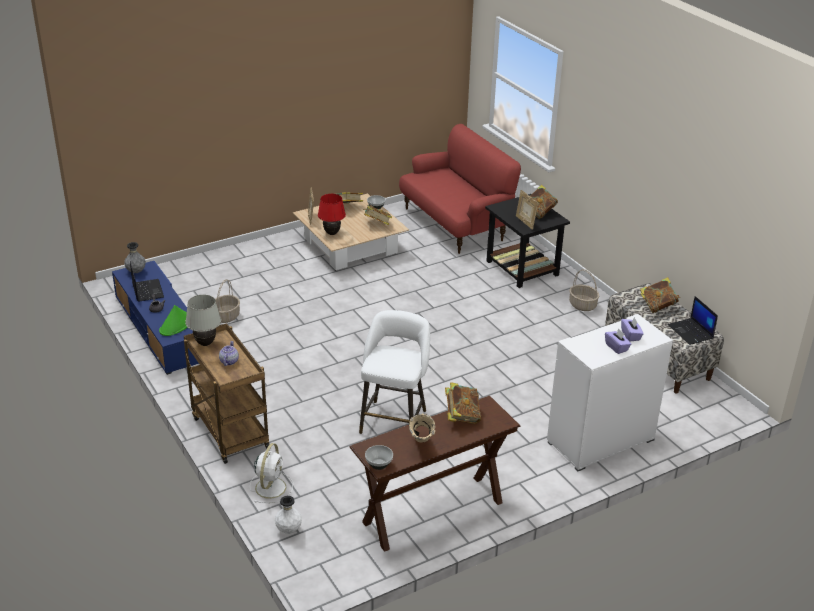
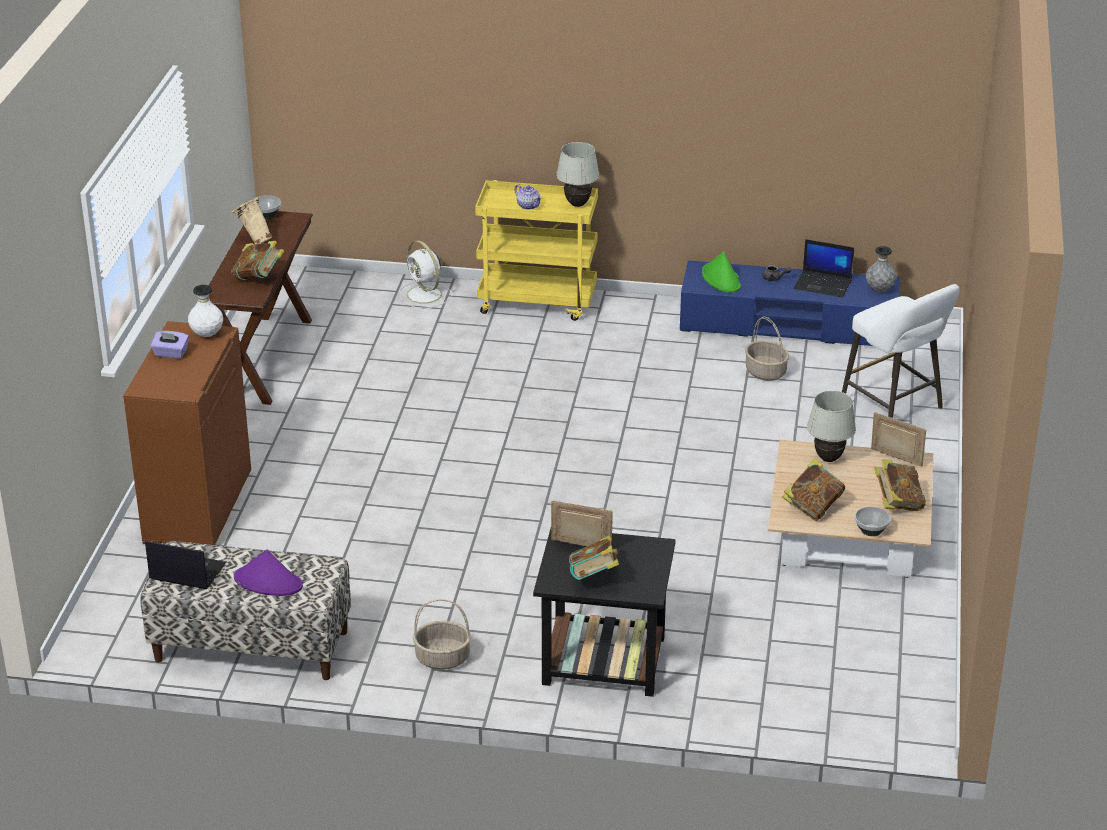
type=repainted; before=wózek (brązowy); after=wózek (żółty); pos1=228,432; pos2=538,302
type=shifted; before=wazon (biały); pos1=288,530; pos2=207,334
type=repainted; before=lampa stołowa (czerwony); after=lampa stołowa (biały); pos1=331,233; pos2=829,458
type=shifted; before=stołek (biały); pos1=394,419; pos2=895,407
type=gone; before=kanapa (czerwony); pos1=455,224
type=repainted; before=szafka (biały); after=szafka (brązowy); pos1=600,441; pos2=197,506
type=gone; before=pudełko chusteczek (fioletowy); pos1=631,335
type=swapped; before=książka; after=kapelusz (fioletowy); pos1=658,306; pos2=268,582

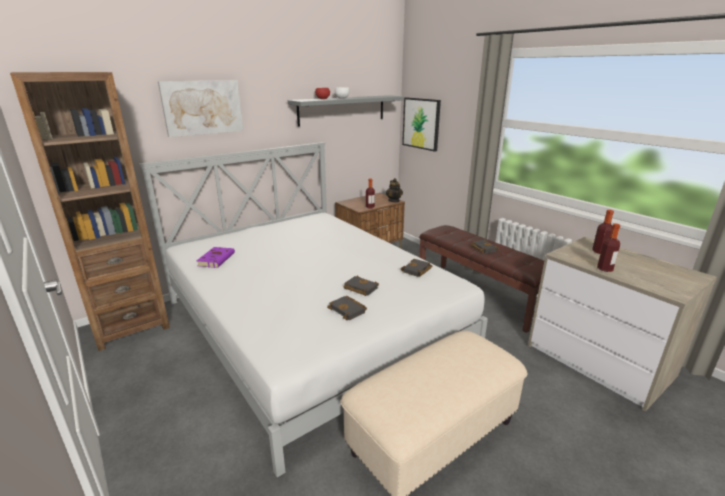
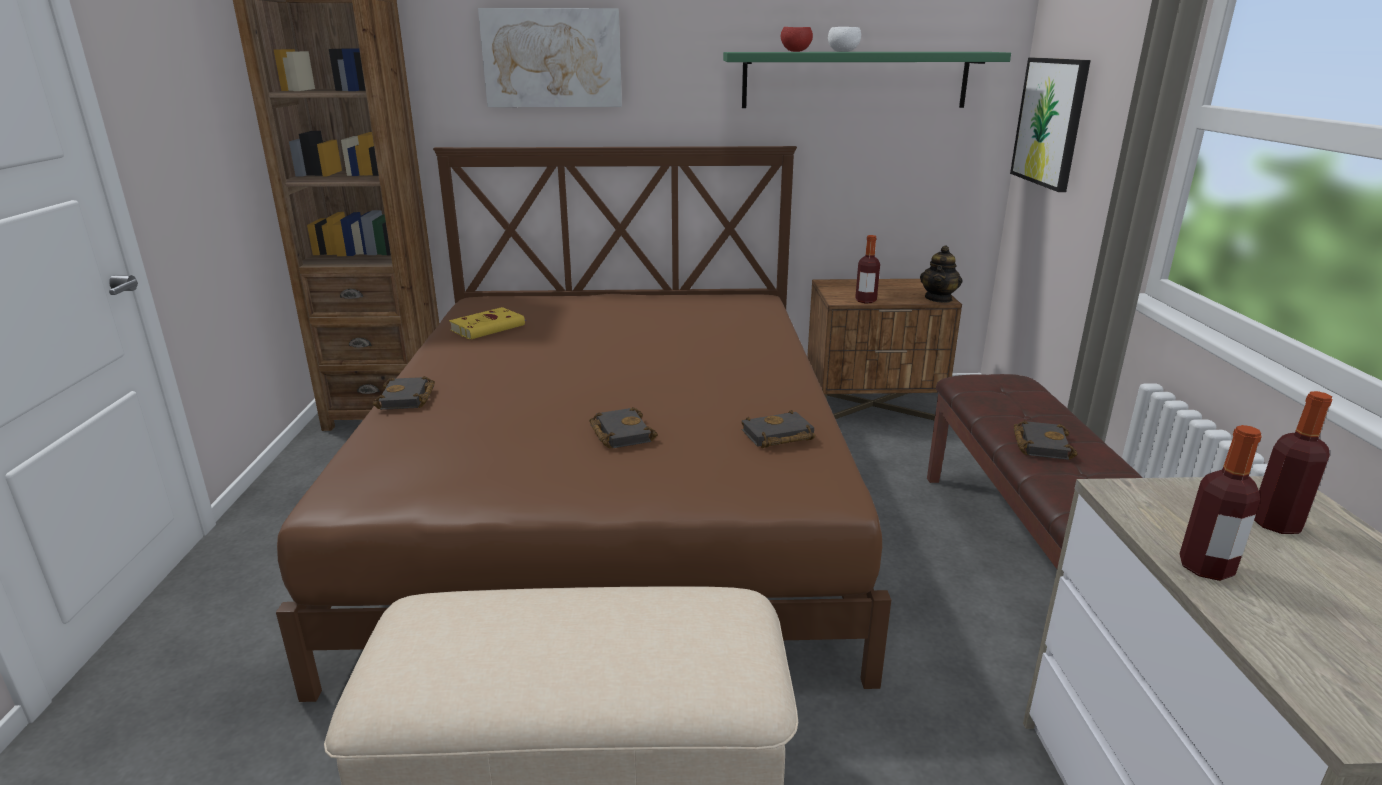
type=repainted; before=łóżko (biały); after=łóżko (brązowy); pos1=310,326; pos2=612,499
type=repainted; before=książka (fioletowy); after=książka (żółty); pos1=216,259; pos2=489,327
type=repainted; before=półka (szary); after=półka (zielony); pos1=342,110; pos2=855,80
type=shifted; before=książka (czarny); pos1=348,310; pos2=407,399

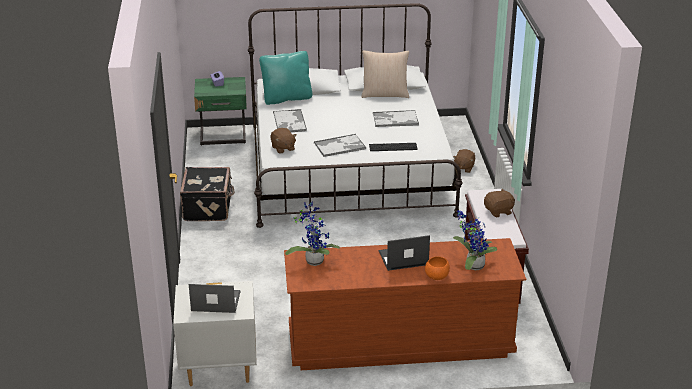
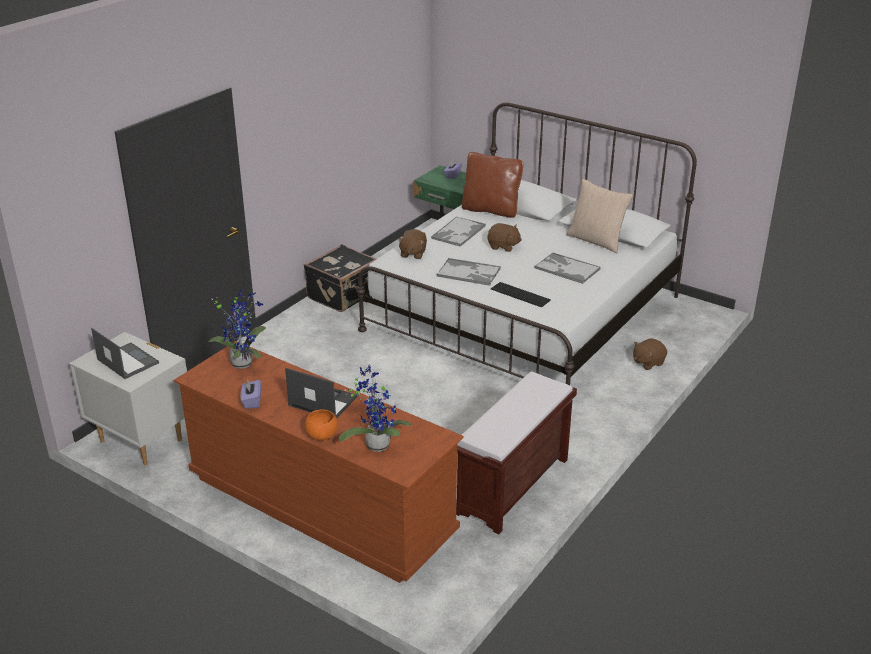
type=repainted; before=poduszka (turkusowy); after=poduszka (brązowy); pos1=286,98; pos2=491,210
type=shifted; before=pluszak (brązowy); pos1=498,211; pos2=503,246
type=new; after=pudełko chusteczek (fioletowy); pos2=252,401

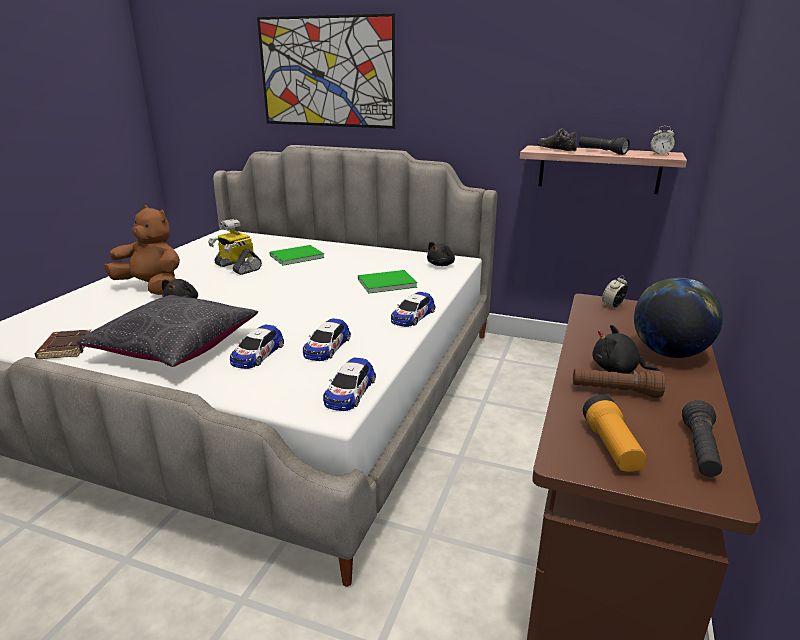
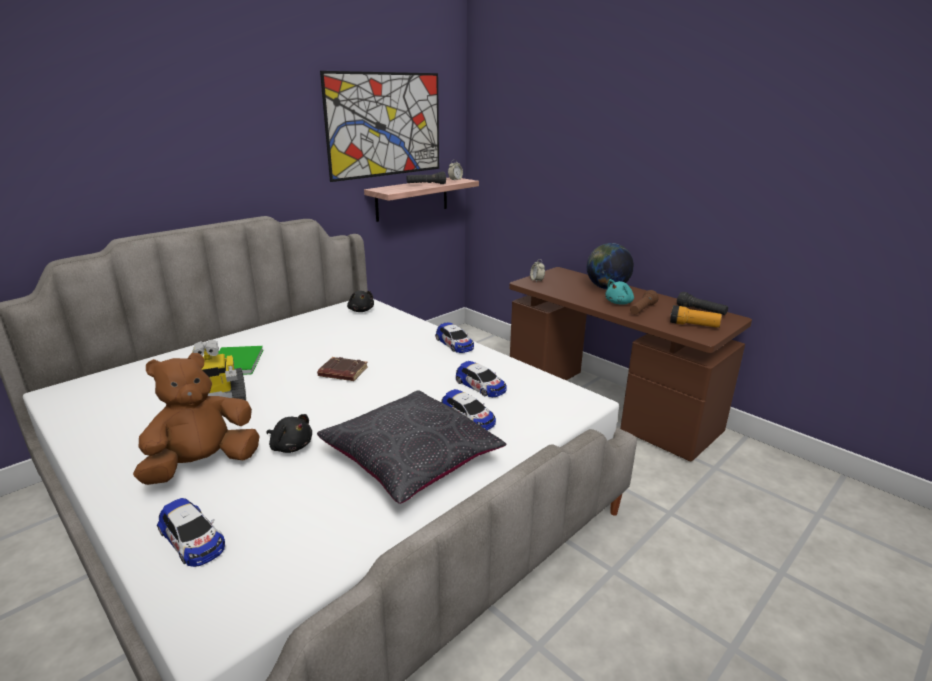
type=shifted; before=książka (brązowy); pos1=65,348; pos2=342,373
type=shifted; before=obraz; pos1=326,72; pos2=385,125
type=shifted; before=samochodzik; pos1=349,392; pos2=192,539
type=gone; before=książka (zielony); pos1=385,283
type=gone; before=but; pos1=556,149
type=repainted; before=pluszak (czarny); after=pluszak (turkusowy); pos1=618,370; pos2=619,303

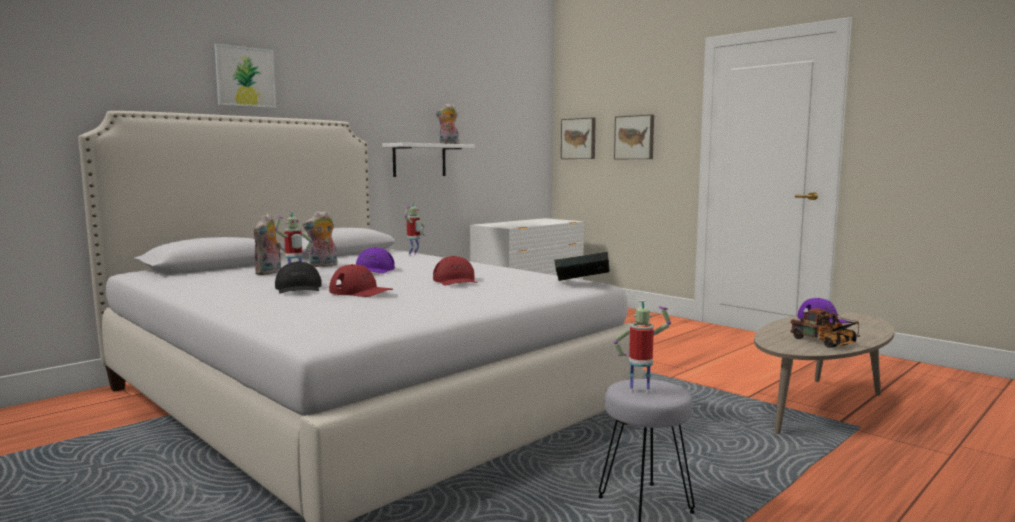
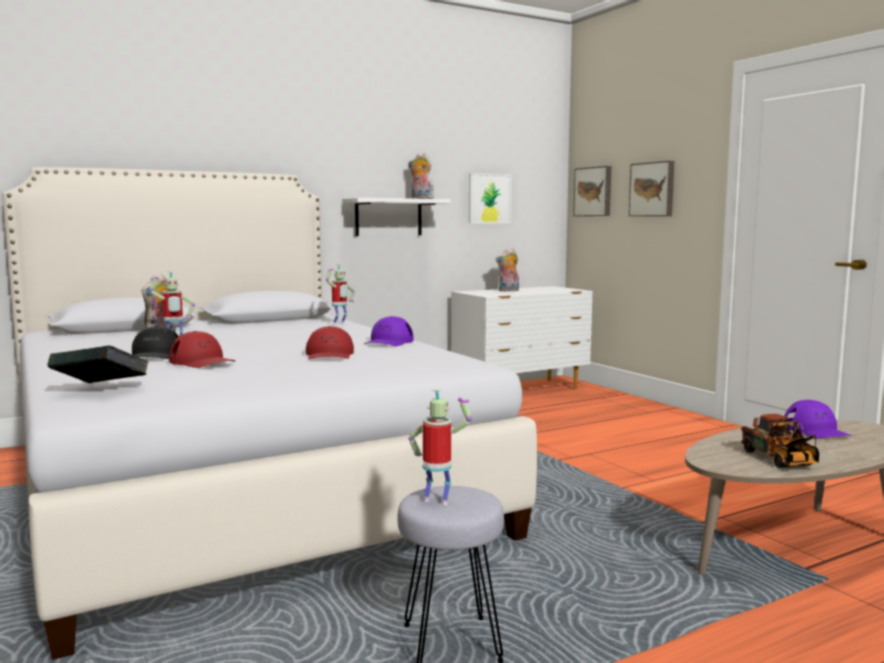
type=shifted; before=obraz; pos1=245,77; pos2=489,198
type=shifted; before=pluszak; pos1=323,266; pos2=508,291
type=shifted; before=czapka z daszkiem (fioletowy); pos1=373,270; pos2=388,342
type=shifted; before=książka; pos1=581,283; pos2=100,389

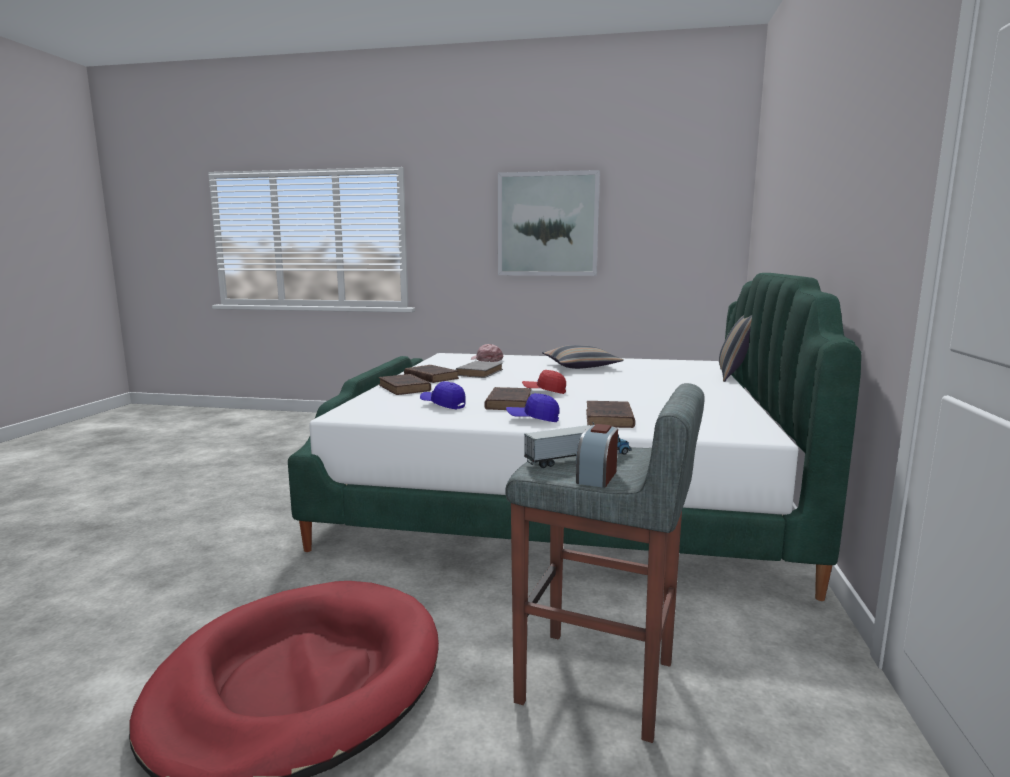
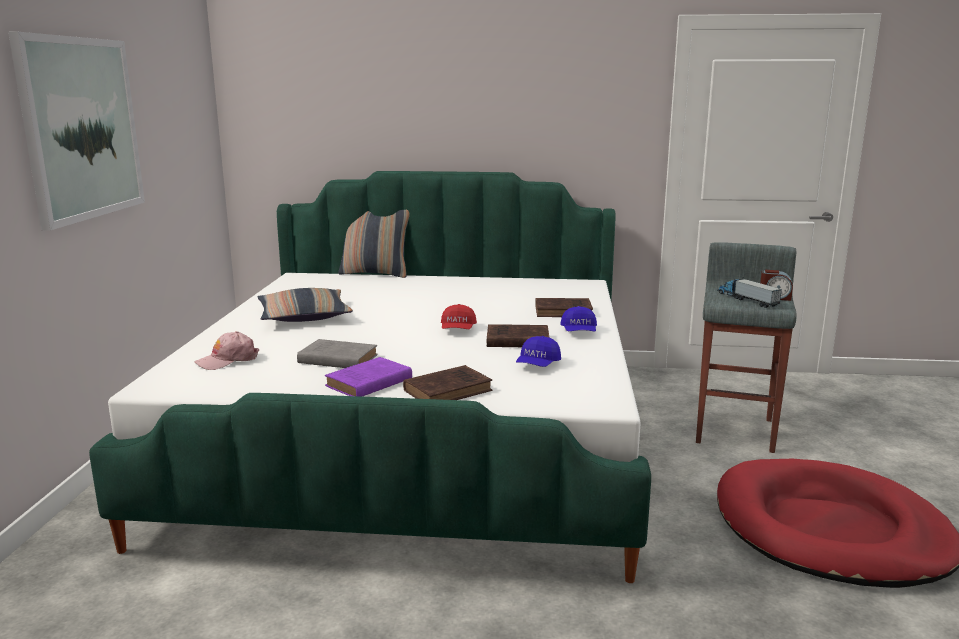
type=repainted; before=książka (brązowy); after=książka (fioletowy); pos1=430,377; pos2=367,383

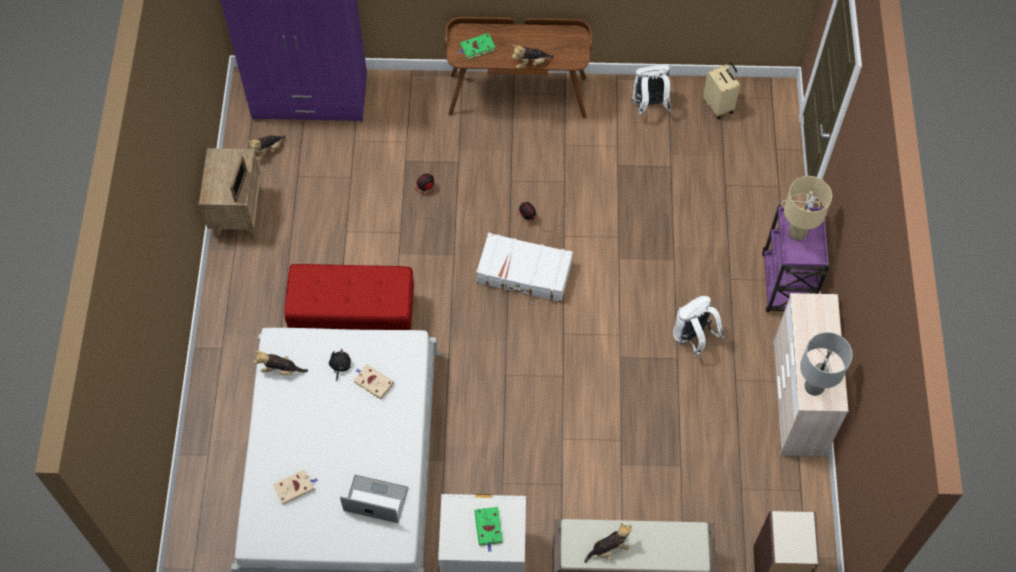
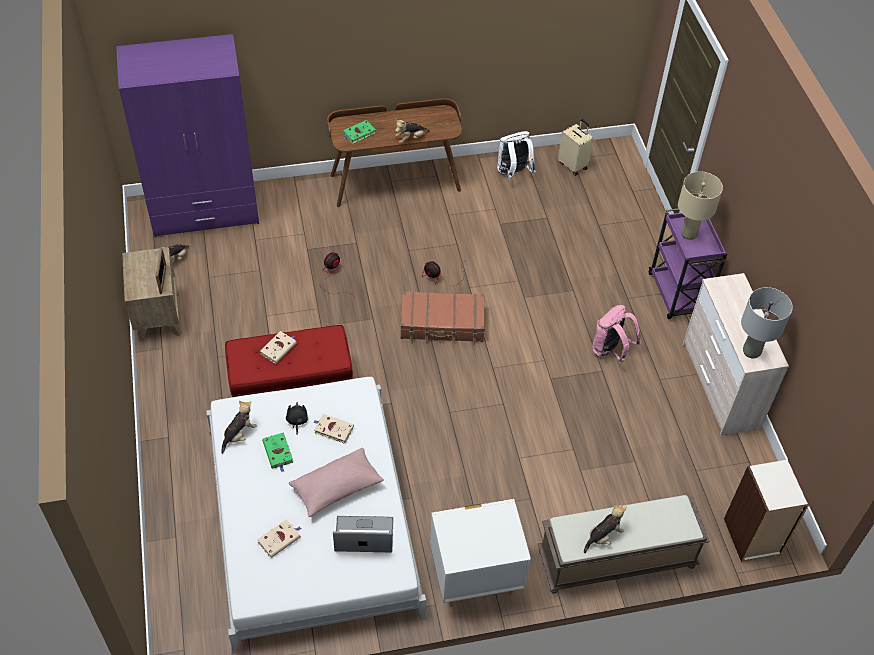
type=rotated; before=pluszak; pos1=281,370; pos2=239,435; turn=135
type=shifted; before=książka (zielony); pos1=489,528; pos2=278,453
type=repainted; before=walizka (biały); after=walizka (brązowy); pos1=524,273; pos2=442,324
type=repainted; before=plecak (biały); after=plecak (różowy); pos1=693,337; pos2=611,351
type=new; after=książka (beżowy); pos2=279,348
type=new; after=poduszka (różowy); pos2=336,488

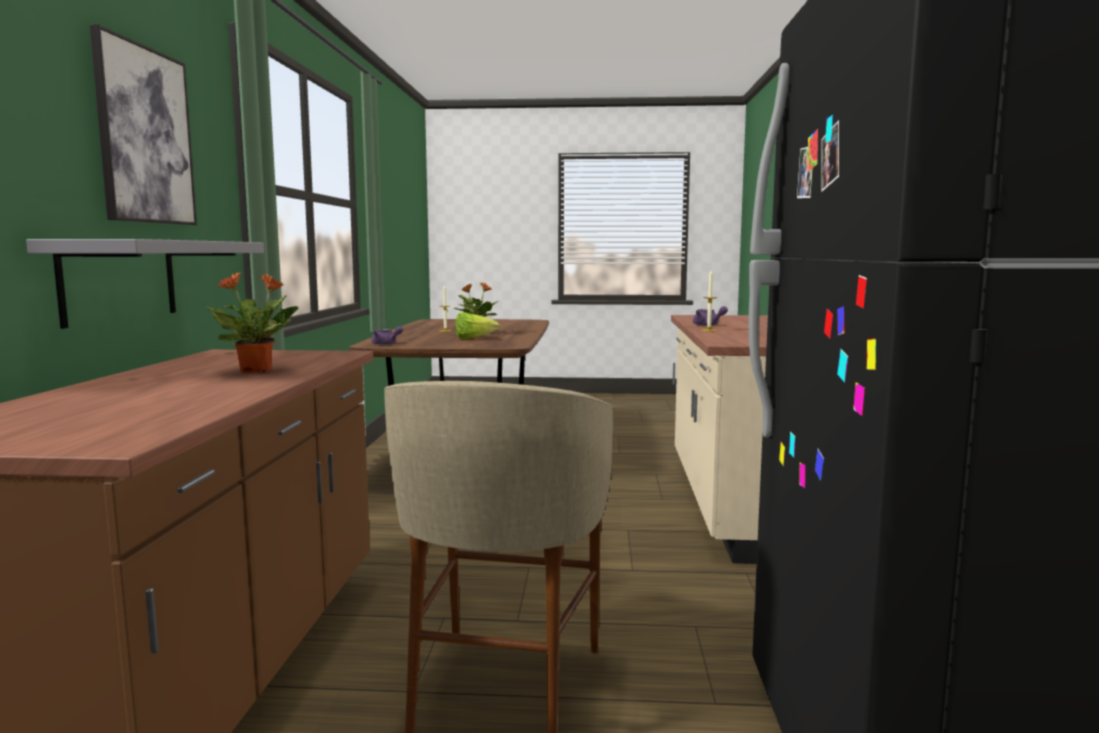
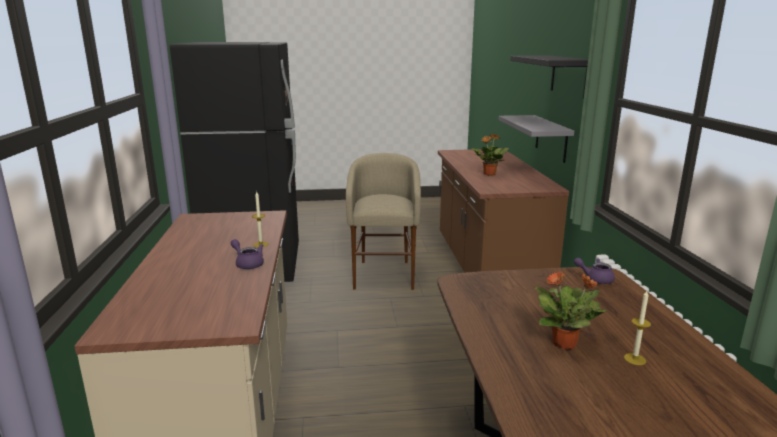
type=swapped; before=obraz; after=półka (czarny); pos1=145,136; pos2=569,76
type=gone; before=sałata; pos1=473,339

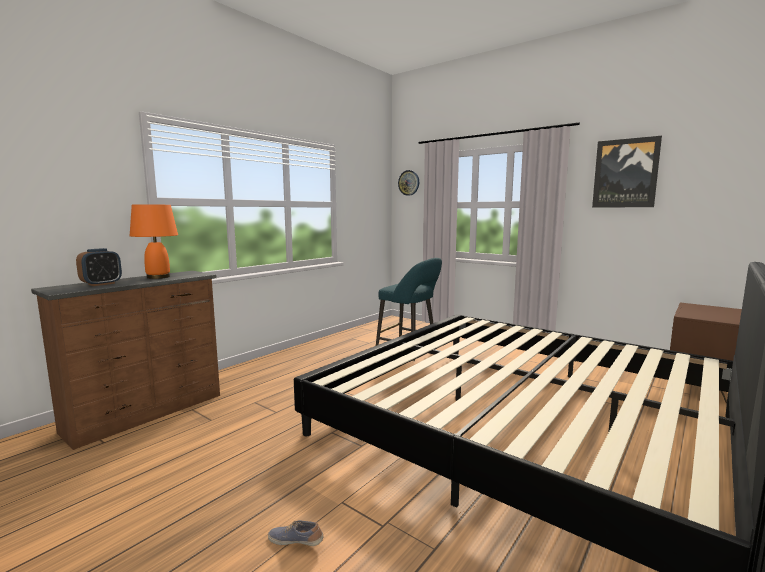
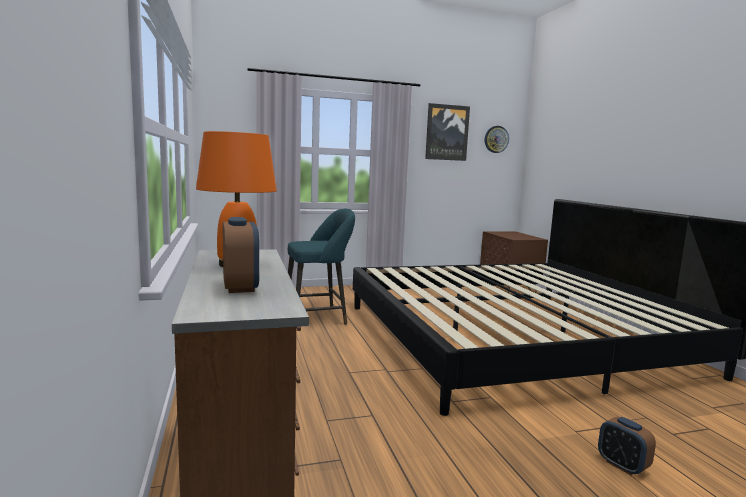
type=swapped; before=but; after=budzik; pos1=296,541; pos2=622,465
type=shifted; before=zegar ścienny; pos1=409,183; pos2=496,139

